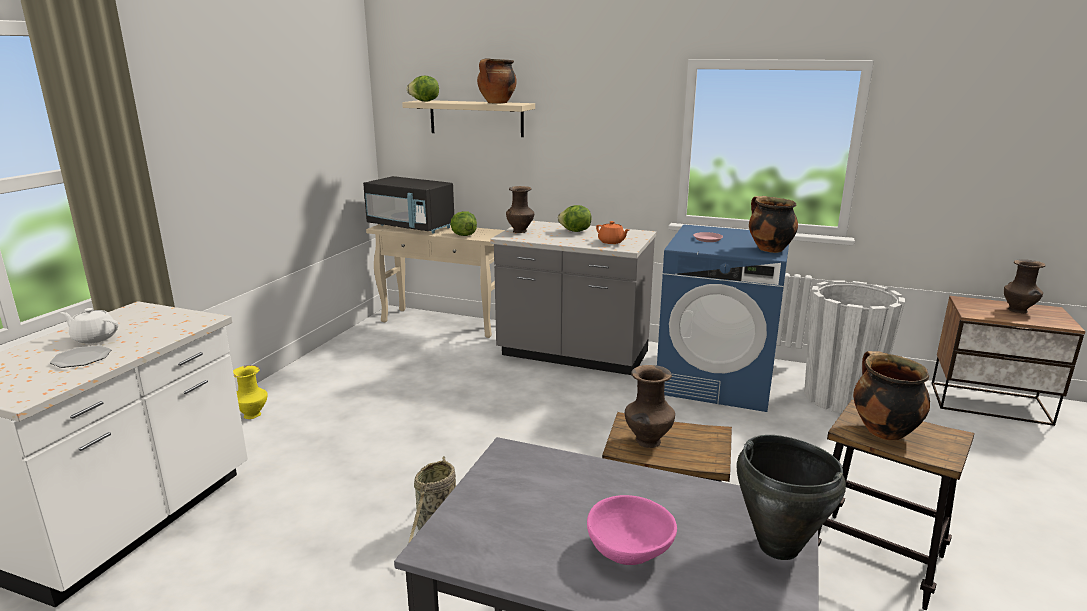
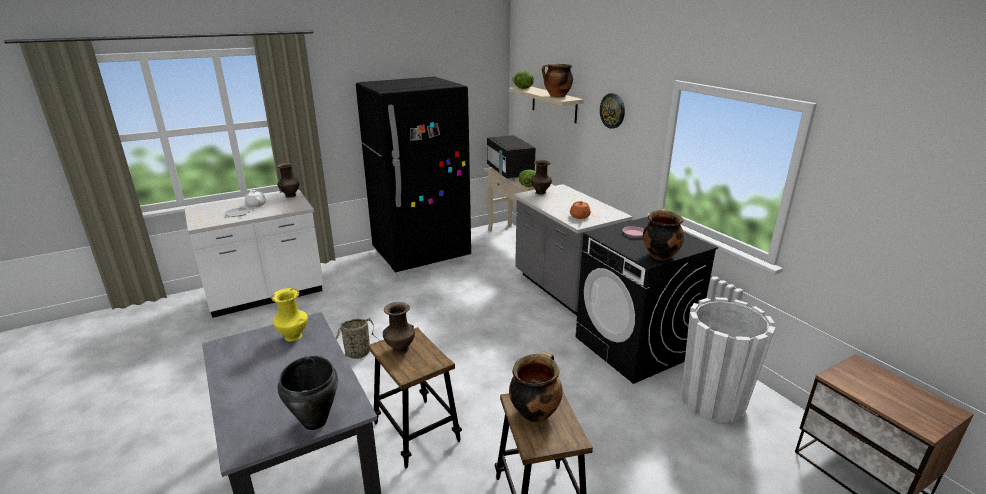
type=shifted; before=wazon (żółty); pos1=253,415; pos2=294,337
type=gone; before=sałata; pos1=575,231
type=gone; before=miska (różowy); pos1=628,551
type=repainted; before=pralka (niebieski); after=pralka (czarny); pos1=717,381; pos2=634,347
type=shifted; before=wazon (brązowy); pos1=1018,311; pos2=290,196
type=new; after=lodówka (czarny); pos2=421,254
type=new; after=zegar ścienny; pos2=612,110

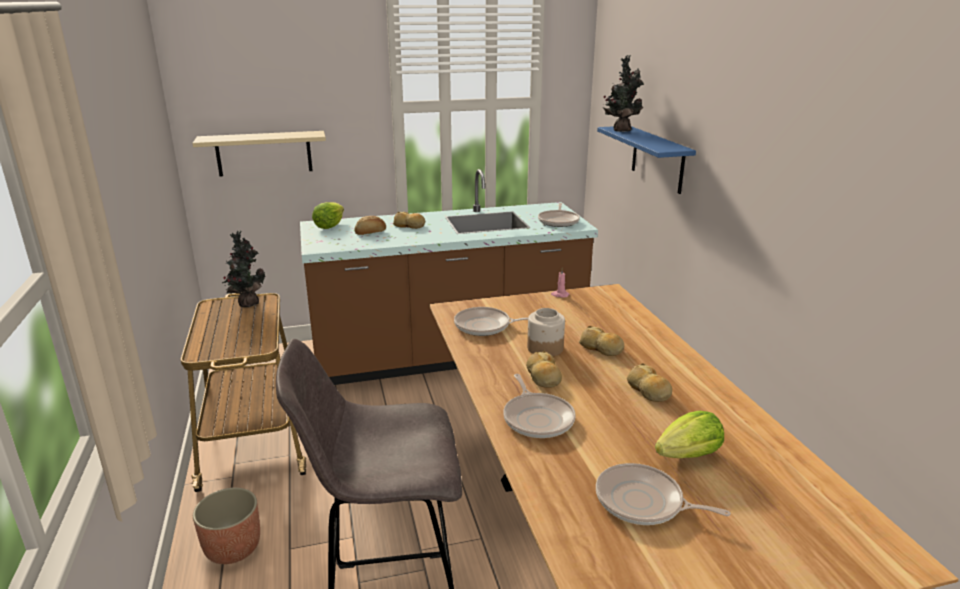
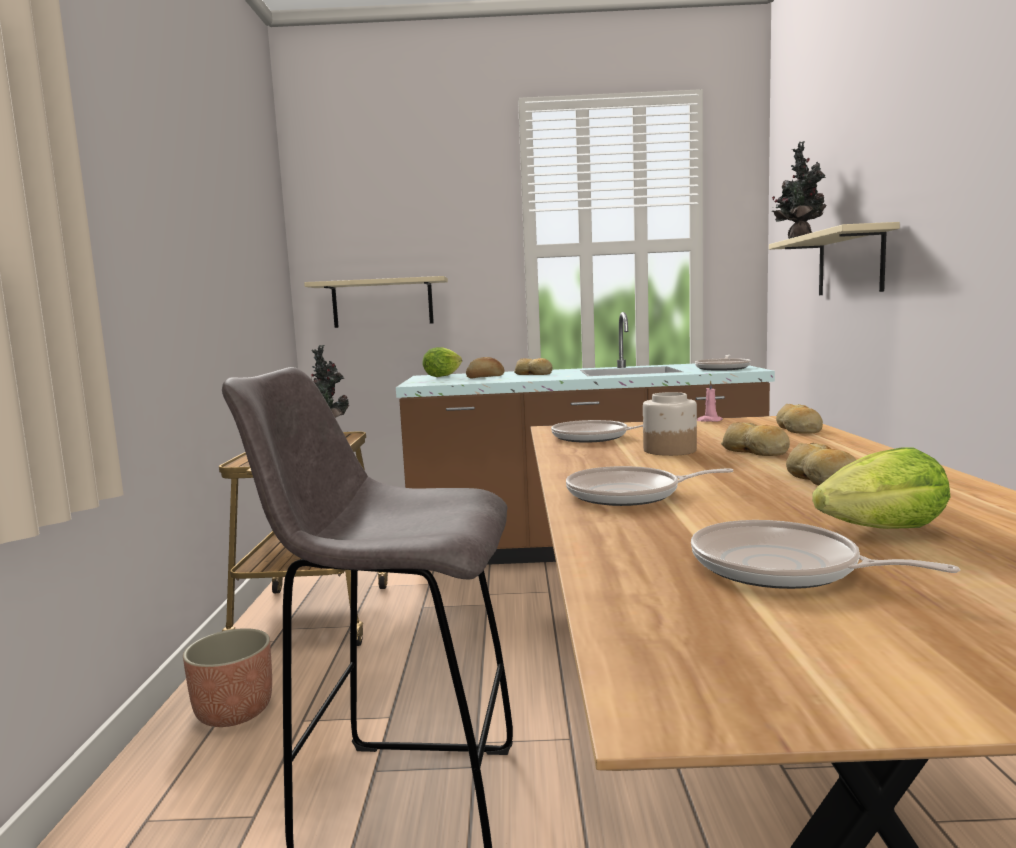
type=rotated; before=patelnia; pos1=537,418; pos2=629,495; turn=90
type=shifted; before=chleb; pos1=543,377; pos2=798,429
type=repainted; before=półka (niebieski); after=półka (beżowy); pos1=657,159; pos2=850,263

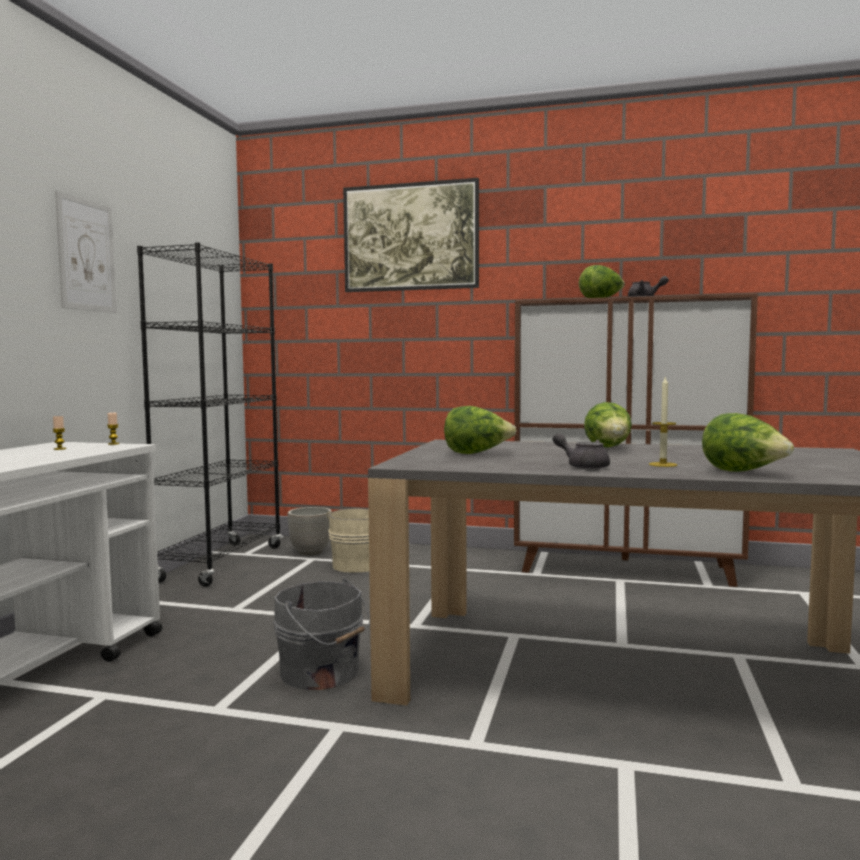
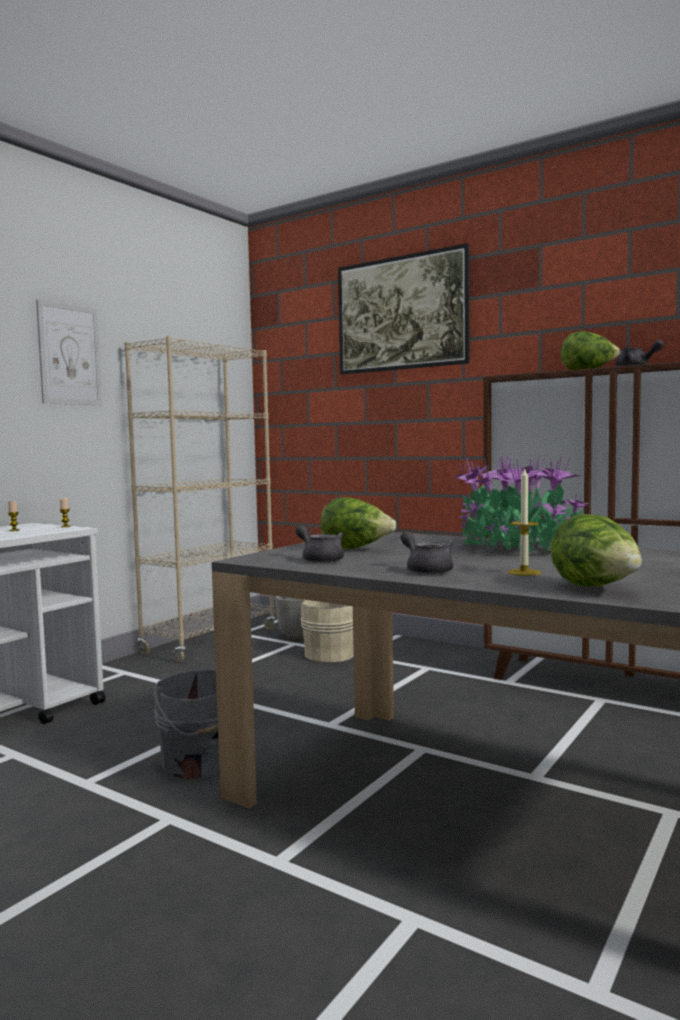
type=repainted; before=regał (czarny); after=regał (beżowy); pos1=221,564; pos2=210,641
type=swapped; before=sałata; after=roślina doniczkowa; pos1=609,448; pos2=517,548
type=new; after=imbryk (szary); pos2=320,559

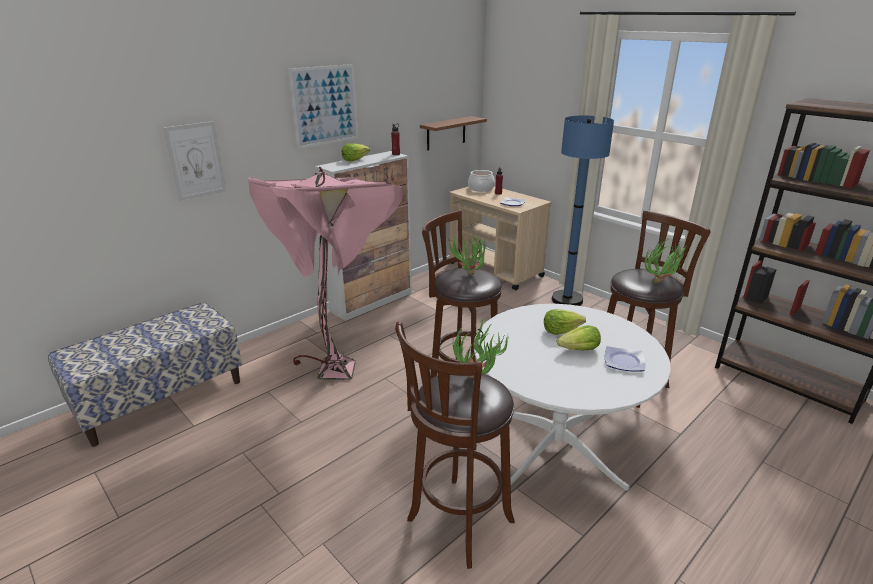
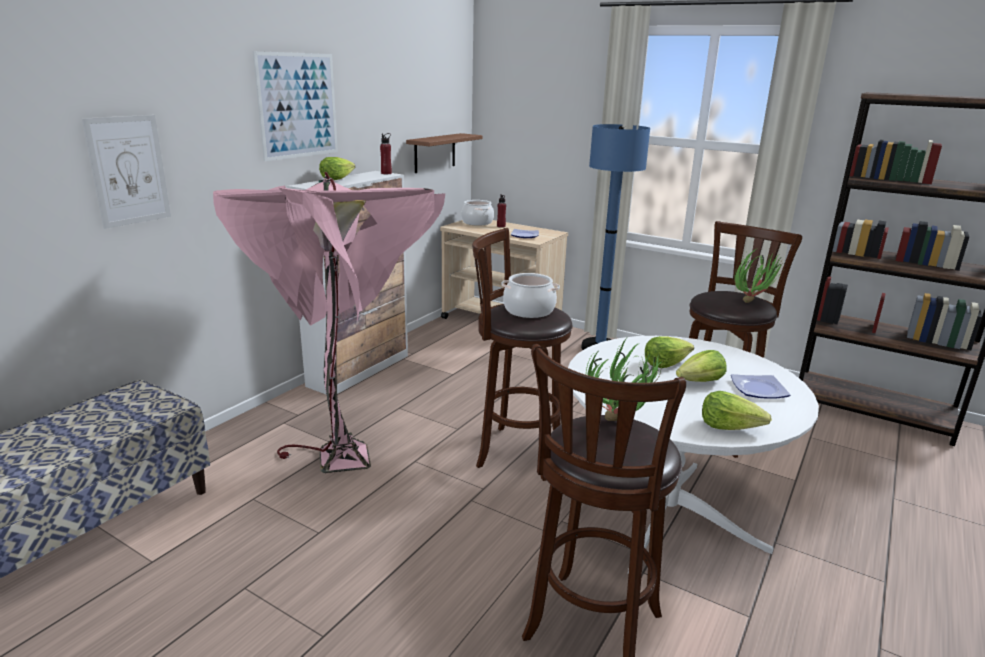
type=swapped; before=roślina doniczkowa; after=garnek; pos1=468,276; pos2=528,310
type=new; after=sałata; pos2=729,426

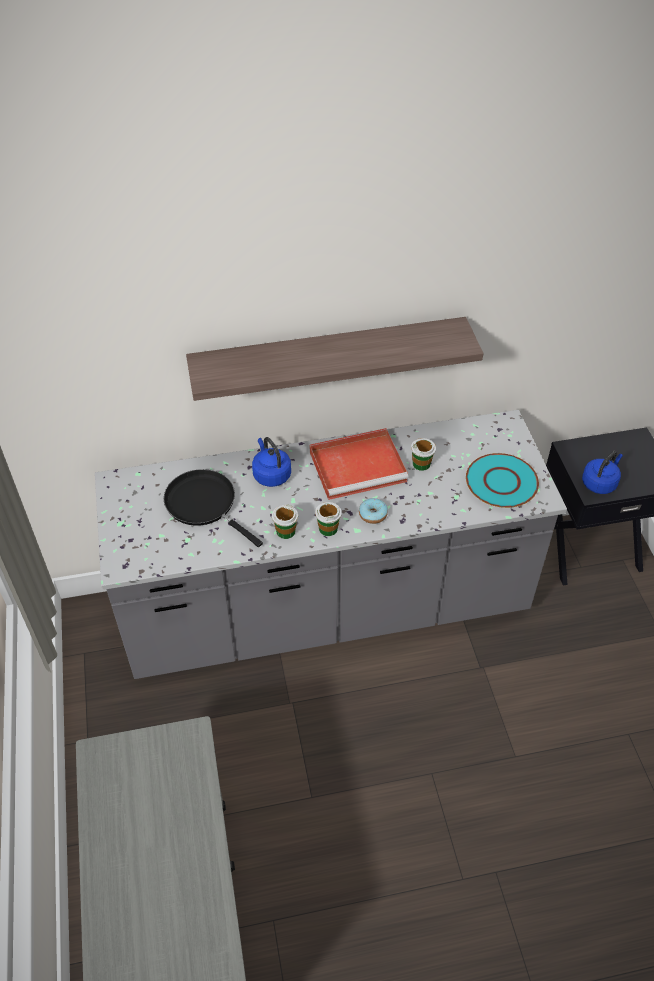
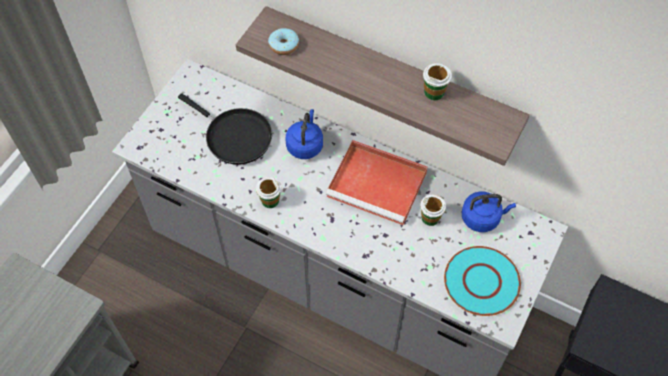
type=rotated; before=patelnia (czarny); pos1=204,504; pos2=235,136; turn=135
type=shifted; before=filiżanka; pos1=328,528; pos2=434,92
type=shifted; before=donut; pos1=373,514; pos2=284,45
type=shifted; before=czajnik (niebieski); pos1=600,483; pos2=482,218

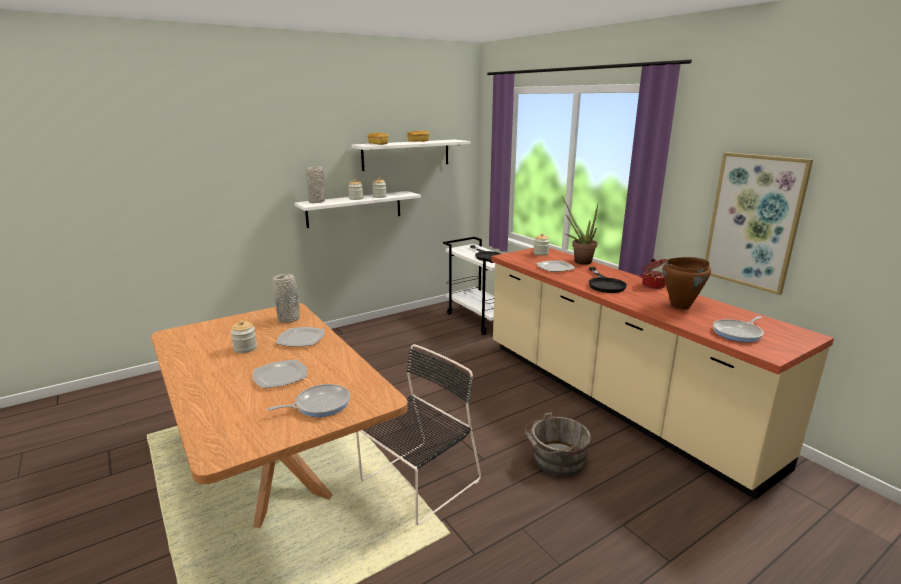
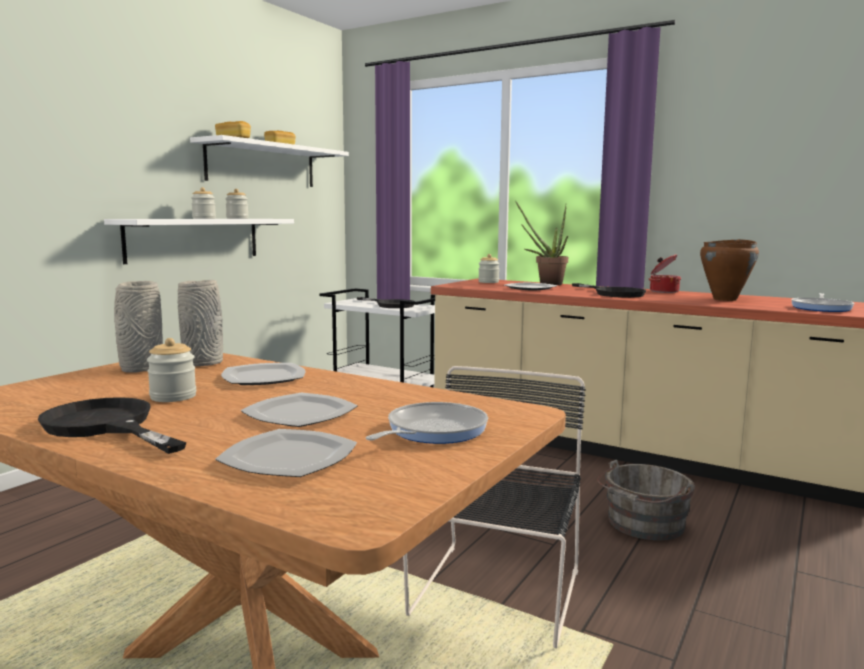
type=shifted; before=wazon (szary); pos1=316,202; pos2=140,368
type=gone; before=obraz; pos1=753,221
type=new; after=patelnia (czarny); pos2=106,426
type=new; after=talerz; pos2=288,457

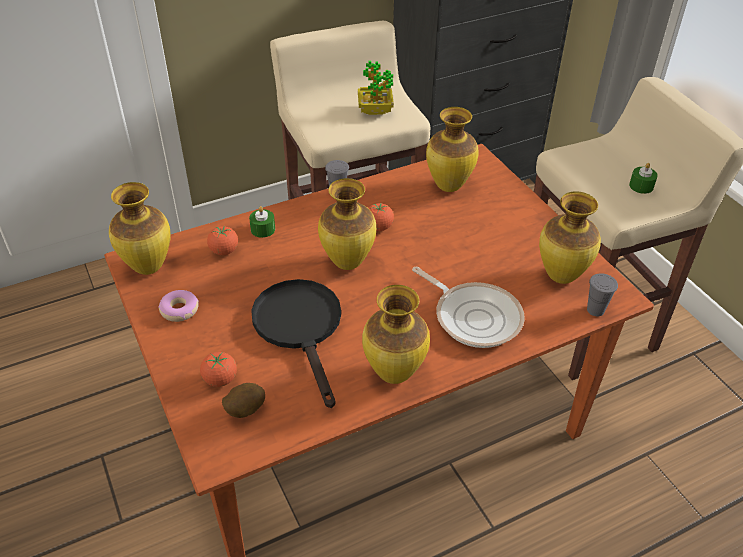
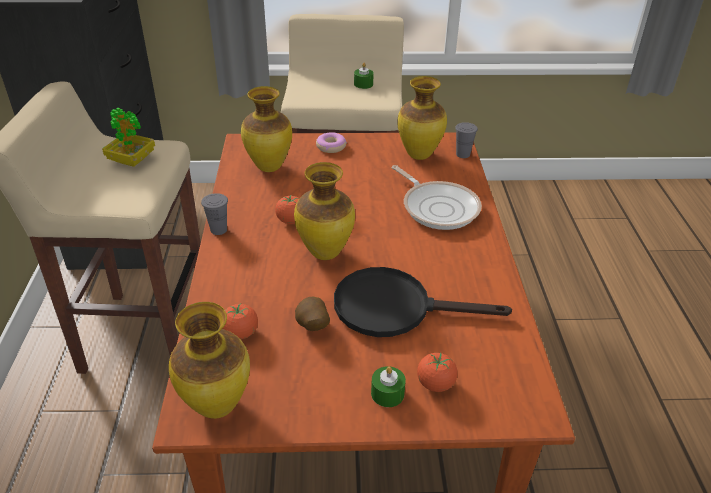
type=shifted; before=donut; pos1=179,310; pos2=331,147
type=shifted; before=ziemniak; pos1=244,410; pos2=312,327
type=shifted; before=świeca (zielony); pos1=263,229; pos2=387,393
type=gone; before=wazon; pos1=393,374
type=rotated; before=patelnia; pos1=474,316; pos2=438,207; turn=75

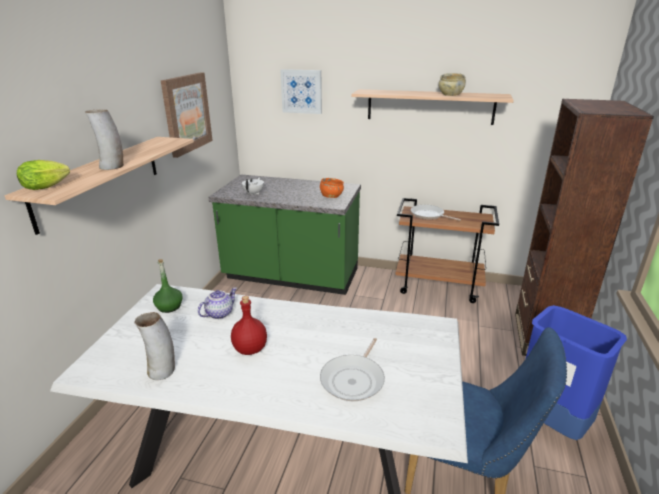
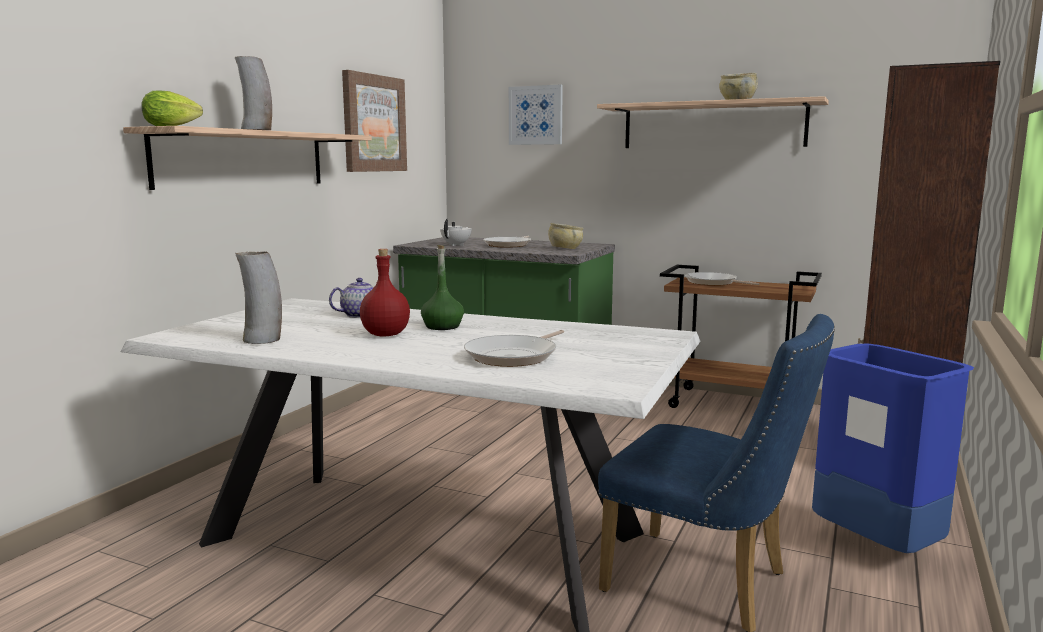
type=shifted; before=butelka (zielony); pos1=169,307; pos2=442,326
type=repainted; before=miska (pomarańczowy); after=miska (beżowy); pos1=331,196; pos2=565,248
type=new; after=patelnia; pos2=509,245

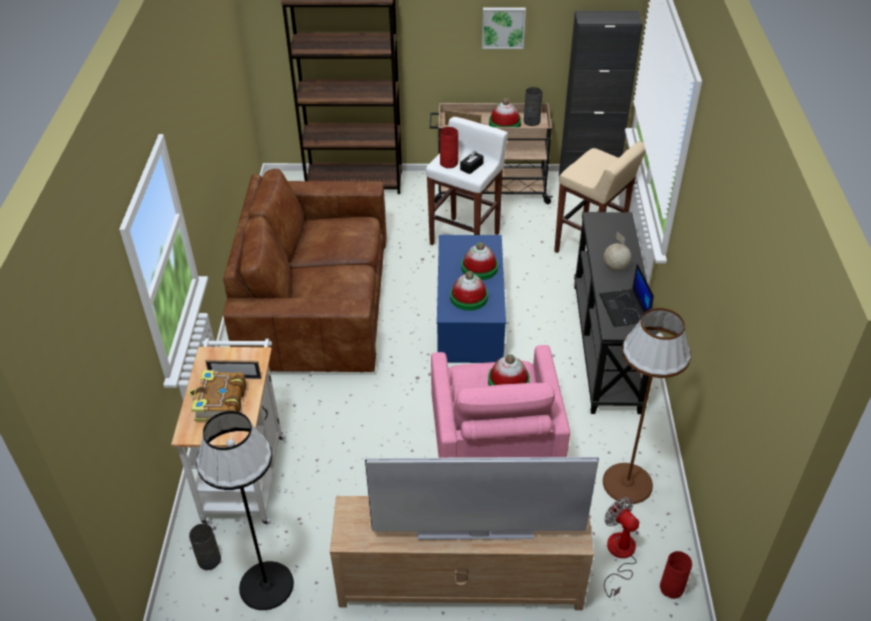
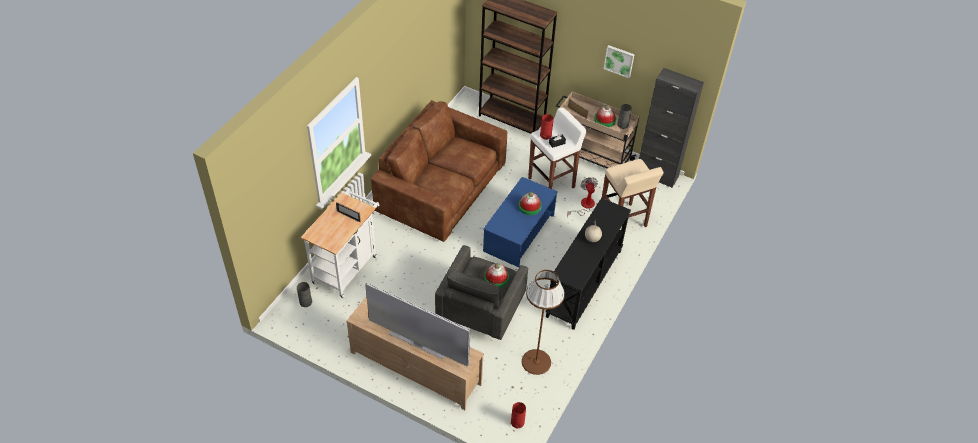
type=gone; before=książka; pos1=219,403
type=gone; before=lampa stojąca (czarny); pos1=267,585
type=repainted; before=fotel (różowy); after=fotel (szary); pos1=493,446; pos2=480,310
type=gone; before=kapelusz; pos1=469,297
type=gone; before=laptop; pos1=625,309
type=shifted; before=wentylator; pos1=619,555; pos2=584,206

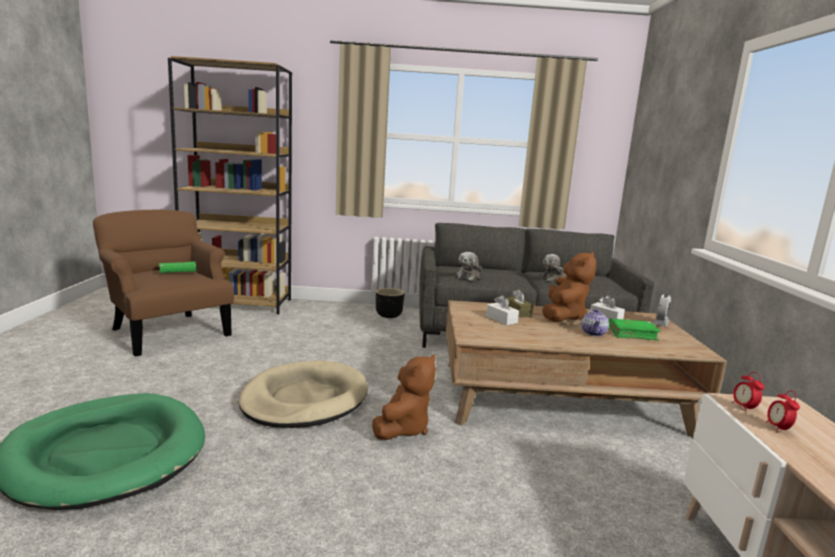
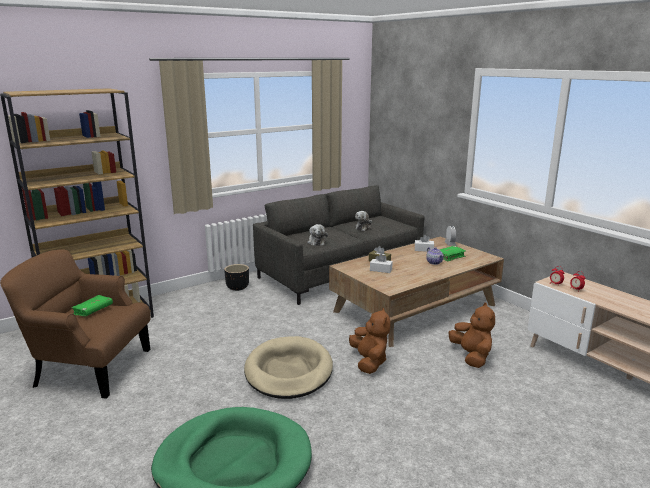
type=shifted; before=pluszak (brązowy); pos1=563,316; pos2=471,356

